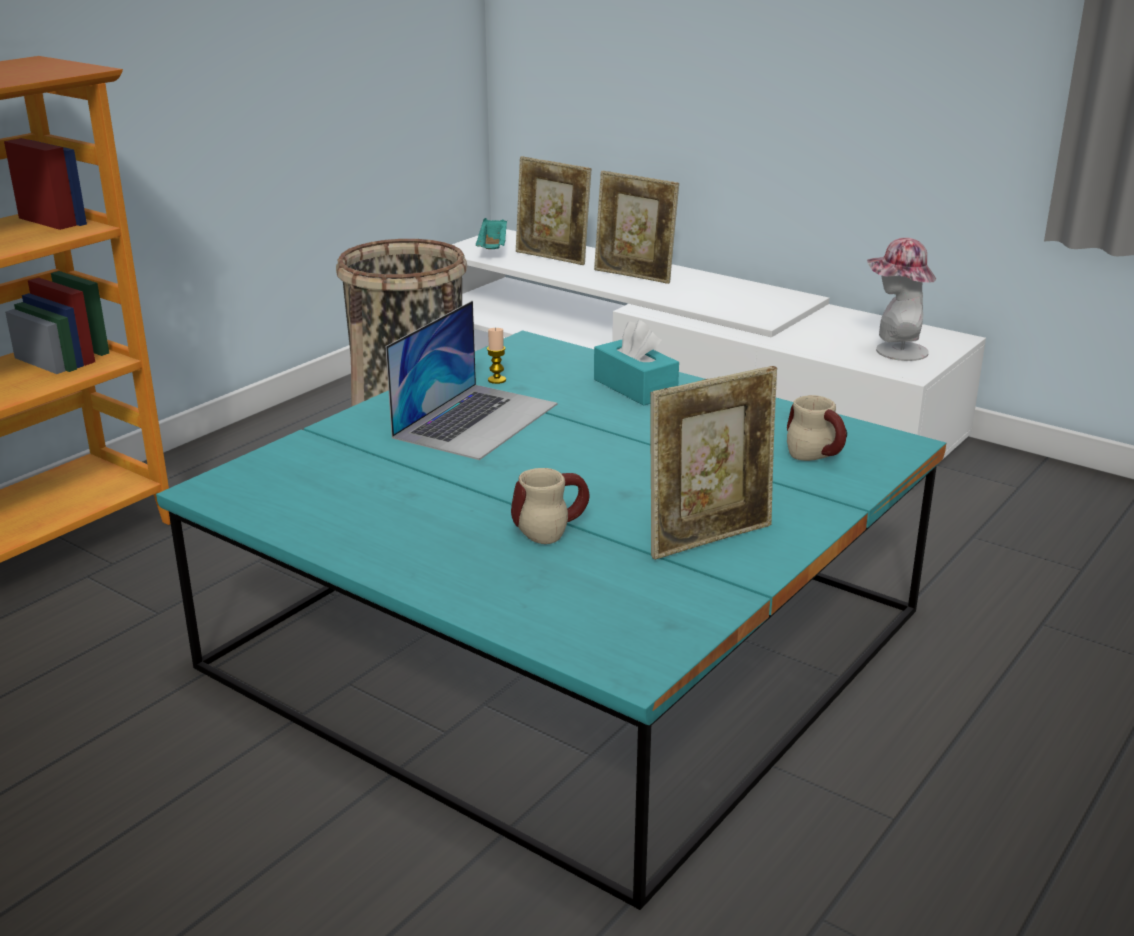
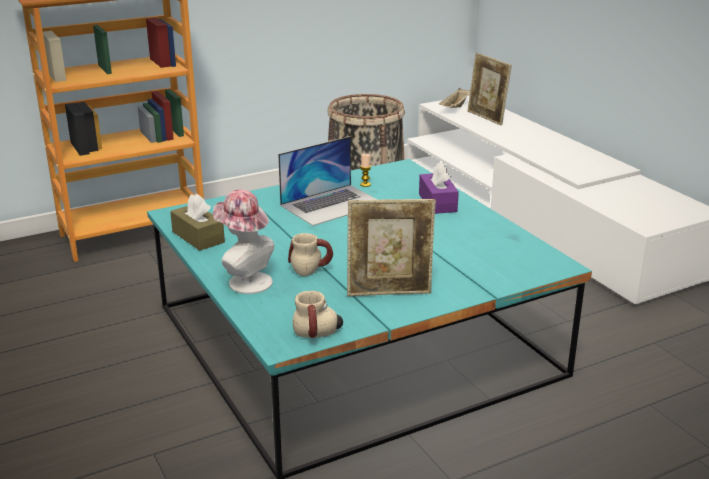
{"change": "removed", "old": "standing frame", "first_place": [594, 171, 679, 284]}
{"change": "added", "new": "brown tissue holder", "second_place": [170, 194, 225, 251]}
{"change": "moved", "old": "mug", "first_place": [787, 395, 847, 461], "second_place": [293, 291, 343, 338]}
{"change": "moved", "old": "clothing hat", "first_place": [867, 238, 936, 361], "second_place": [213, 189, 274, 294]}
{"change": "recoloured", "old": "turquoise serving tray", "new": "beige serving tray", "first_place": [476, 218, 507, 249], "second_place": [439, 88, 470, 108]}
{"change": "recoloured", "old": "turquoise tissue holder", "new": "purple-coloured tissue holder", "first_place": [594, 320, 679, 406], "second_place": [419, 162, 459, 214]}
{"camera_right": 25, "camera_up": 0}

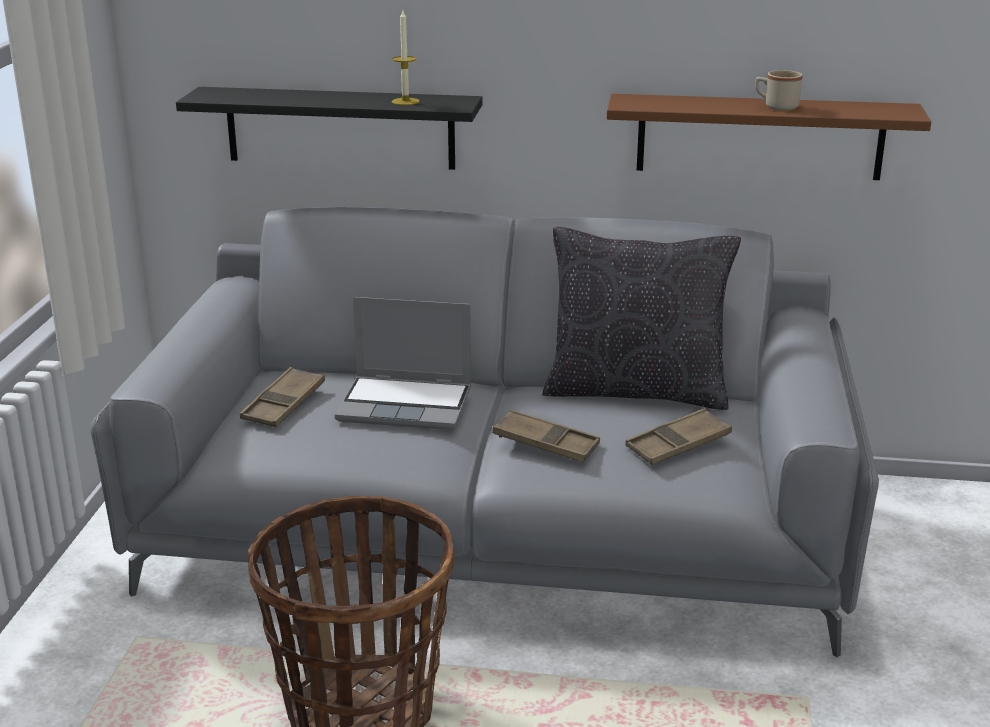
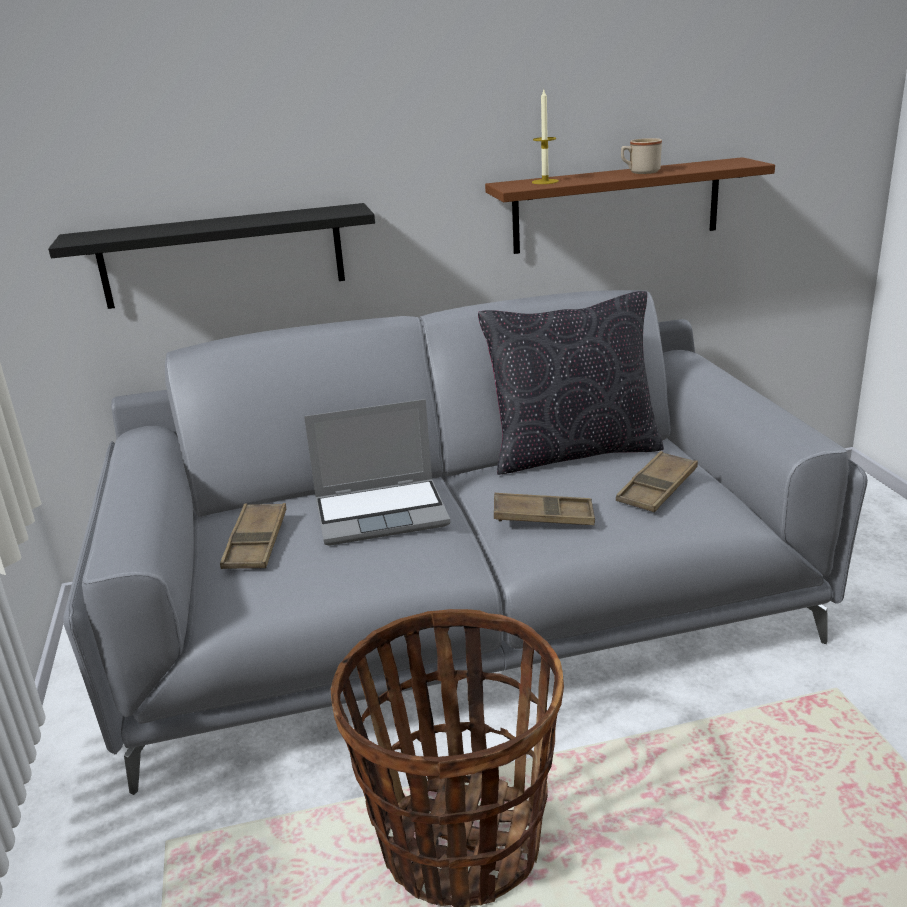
{"change": "moved", "old": "wax light", "first_place": [392, 11, 420, 105], "second_place": [532, 90, 559, 184]}
{"camera_right": -20, "camera_up": 0}

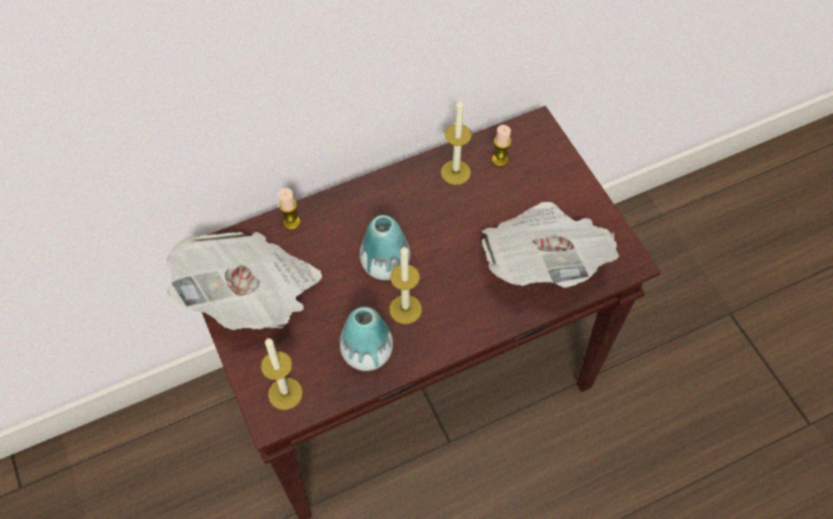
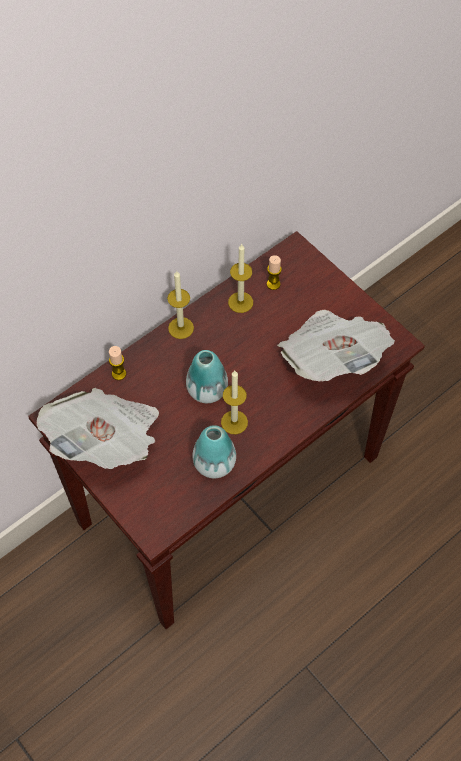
{"change": "moved", "old": "wax light", "first_place": [261, 338, 303, 410], "second_place": [167, 271, 194, 339]}
{"camera_right": -15, "camera_up": 0}

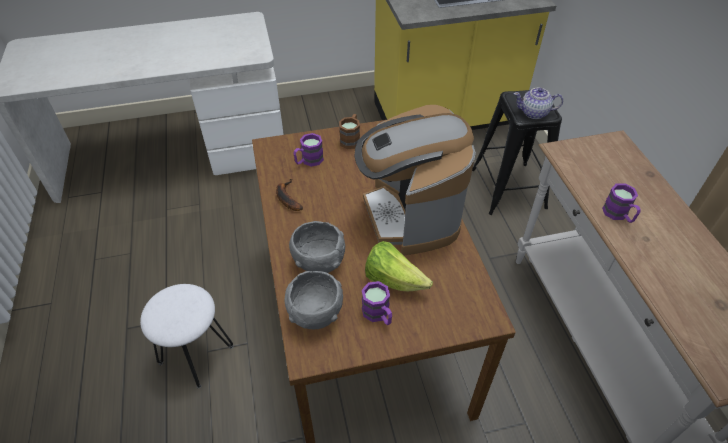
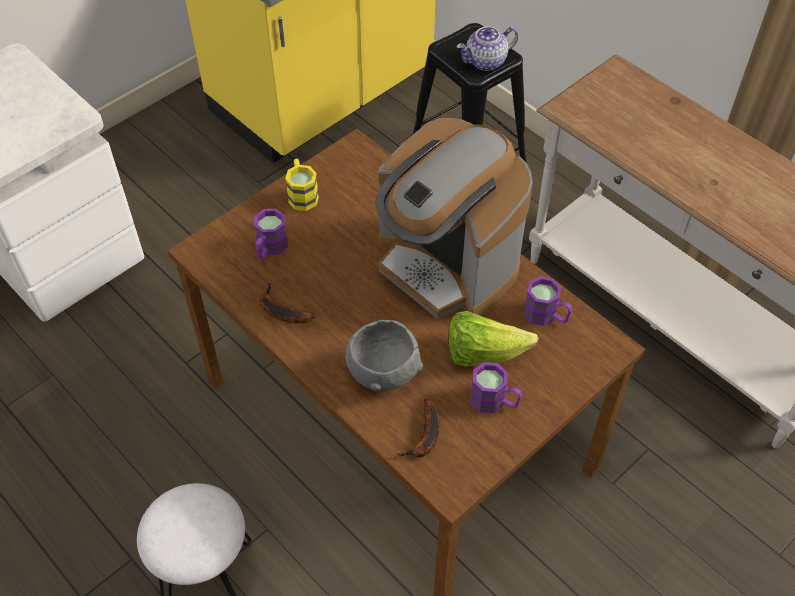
{"change": "moved", "old": "purple-coloured mug", "first_place": [602, 183, 641, 223], "second_place": [524, 276, 572, 326]}
{"change": "replaced", "old": "greyish deep dish", "new": "whole banana", "first_place": [285, 271, 343, 329], "second_place": [396, 399, 440, 458]}
{"change": "recoloured", "old": "brown mug", "new": "yellowish mug", "first_place": [339, 114, 360, 149], "second_place": [285, 159, 319, 211]}
{"camera_right": -30, "camera_up": 5}

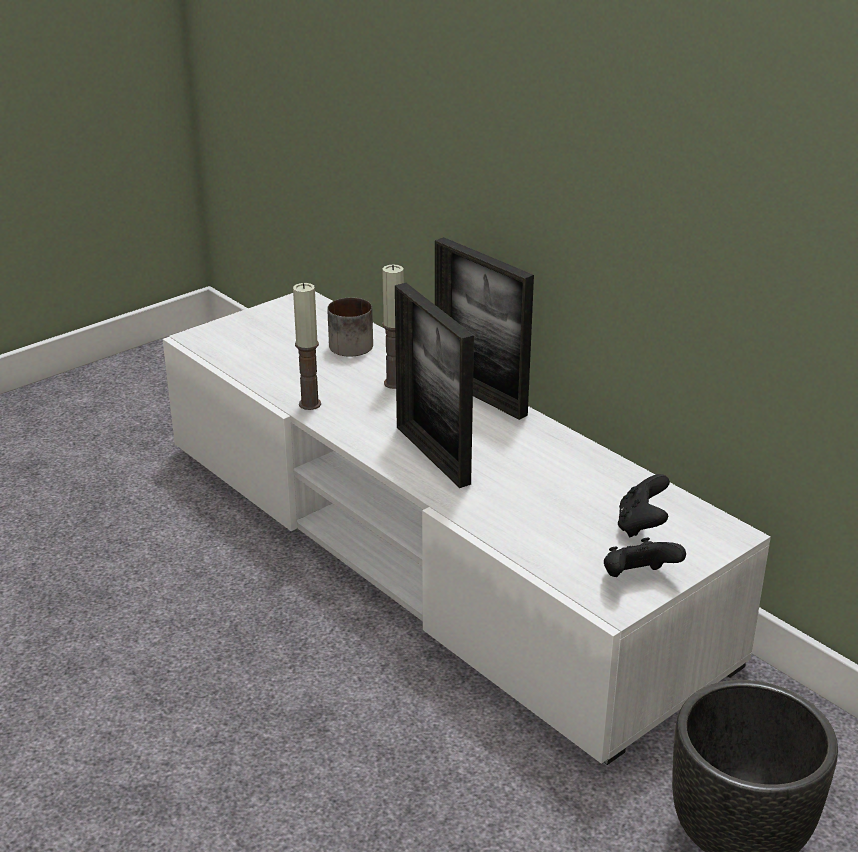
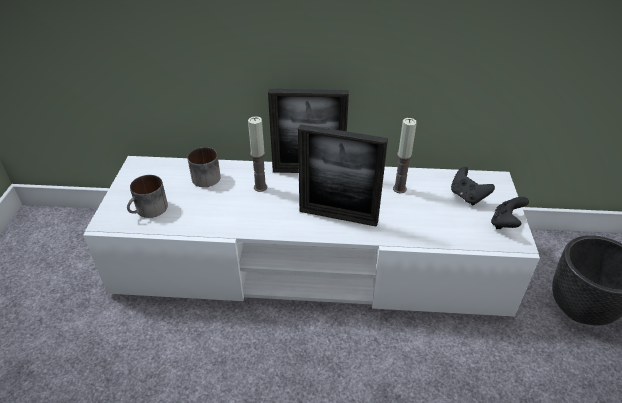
{"change": "added", "new": "mug", "second_place": [127, 175, 168, 218]}
{"change": "moved", "old": "wax light", "first_place": [293, 283, 321, 410], "second_place": [393, 118, 417, 193]}
{"camera_right": -45, "camera_up": 10}

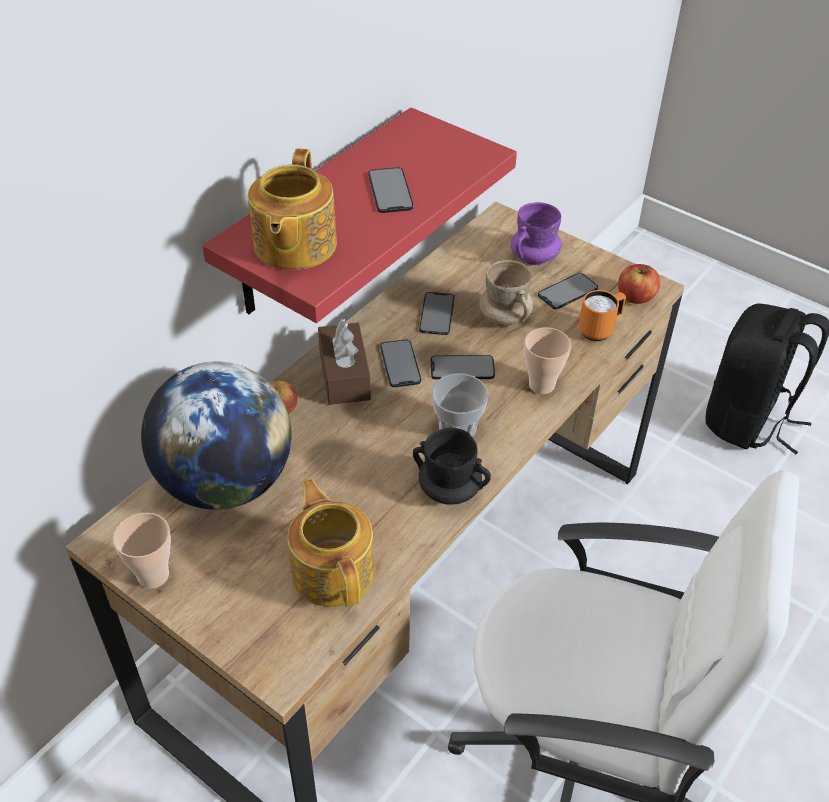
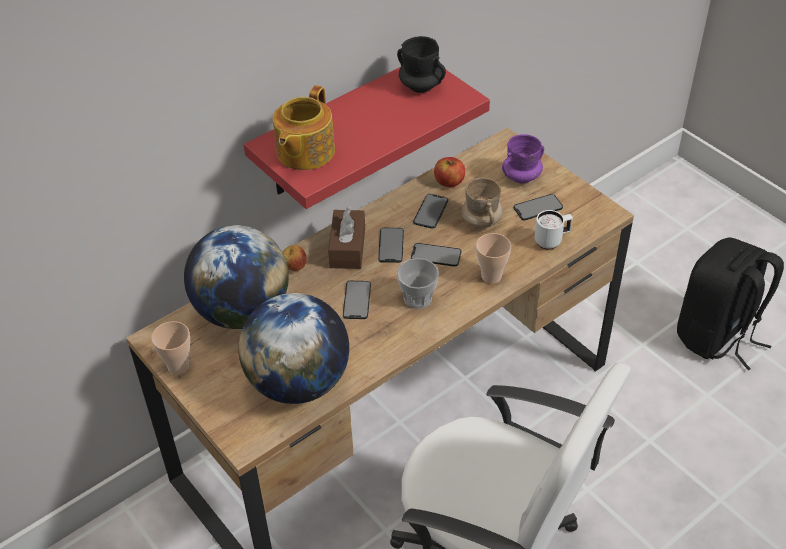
{"change": "moved", "old": "handset", "first_place": [368, 167, 413, 213], "second_place": [343, 281, 371, 319]}
{"change": "moved", "old": "black-coloured mug", "first_place": [413, 428, 491, 505], "second_place": [397, 36, 446, 93]}
{"change": "moved", "old": "whole apple", "first_place": [618, 264, 660, 304], "second_place": [434, 157, 465, 187]}
{"change": "replaced", "old": "pot for tea", "new": "desk globe", "first_place": [287, 479, 374, 607], "second_place": [238, 293, 349, 404]}
{"change": "recoloured", "old": "orange-coloured mug", "new": "white-coloured mug", "first_place": [579, 290, 626, 341], "second_place": [534, 210, 573, 250]}
{"camera_right": 15, "camera_up": 0}

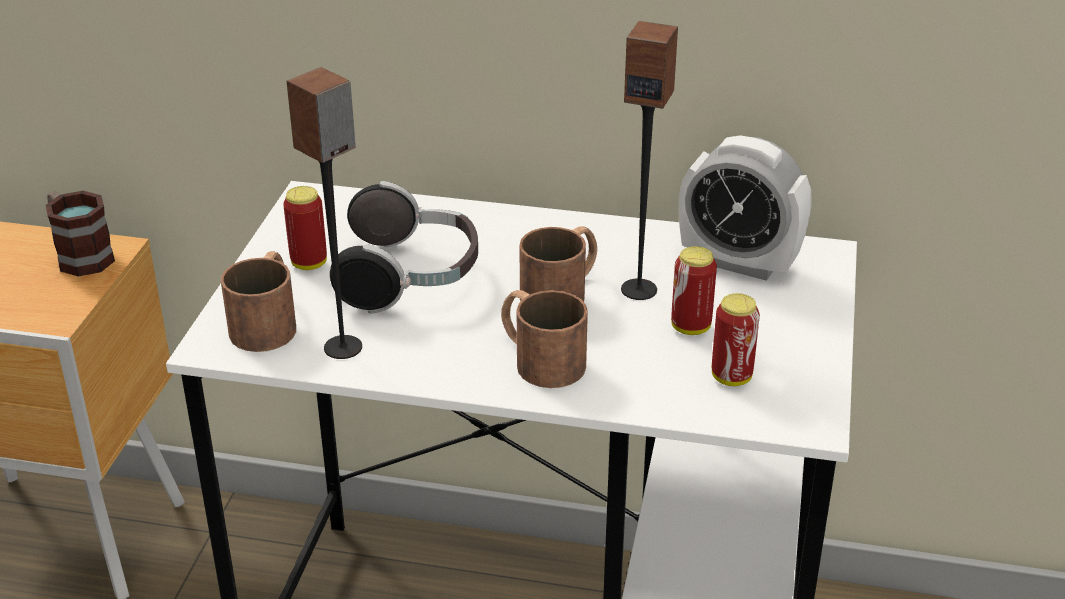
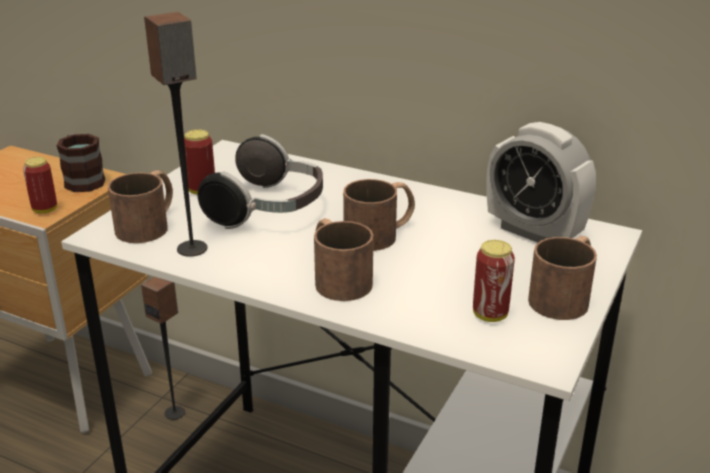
{"change": "added", "new": "brown mug", "second_place": [528, 236, 597, 320]}
{"change": "moved", "old": "speaker", "first_place": [621, 21, 678, 300], "second_place": [141, 277, 185, 420]}
{"change": "moved", "old": "sealed can", "first_place": [671, 246, 717, 335], "second_place": [23, 157, 57, 214]}
{"camera_right": 15, "camera_up": -5}

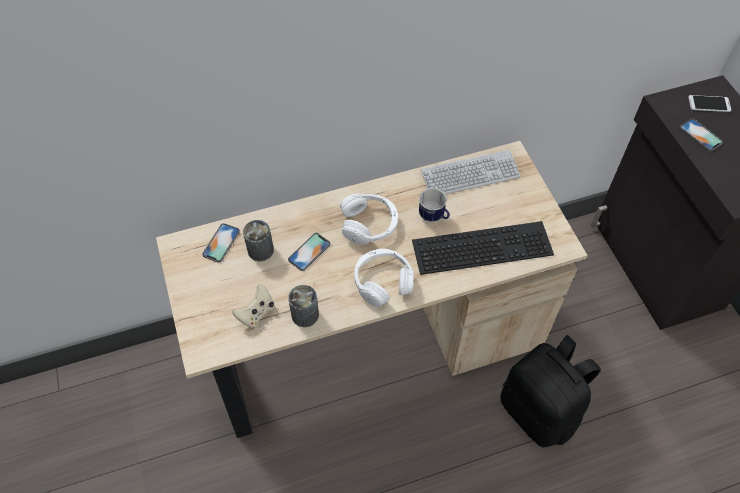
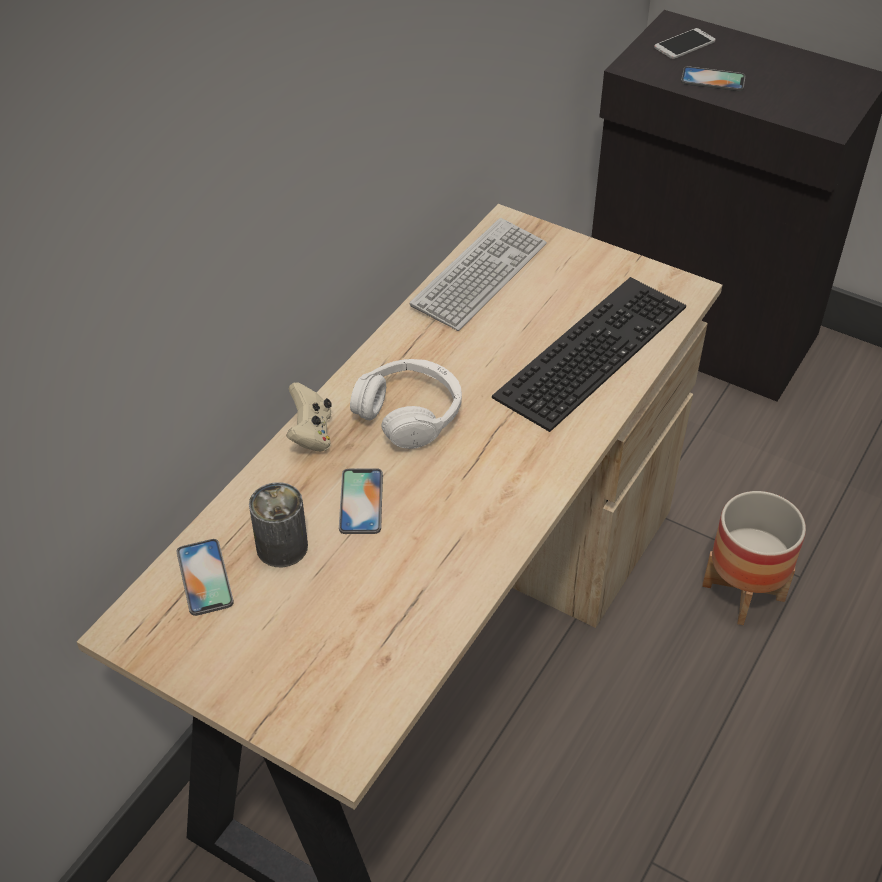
{"change": "removed", "old": "sealed can", "first_place": [288, 285, 319, 327]}
{"change": "removed", "old": "white-coloured headphones", "first_place": [354, 249, 414, 307]}
{"change": "removed", "old": "mug", "first_place": [419, 188, 450, 222]}
{"change": "moved", "old": "beige game controller", "first_place": [232, 284, 275, 329], "second_place": [286, 382, 332, 452]}
{"change": "replaced", "old": "black-coloured rucksack", "new": "flower pot", "first_place": [500, 335, 601, 447], "second_place": [702, 491, 806, 625]}
{"camera_right": -40, "camera_up": -10}

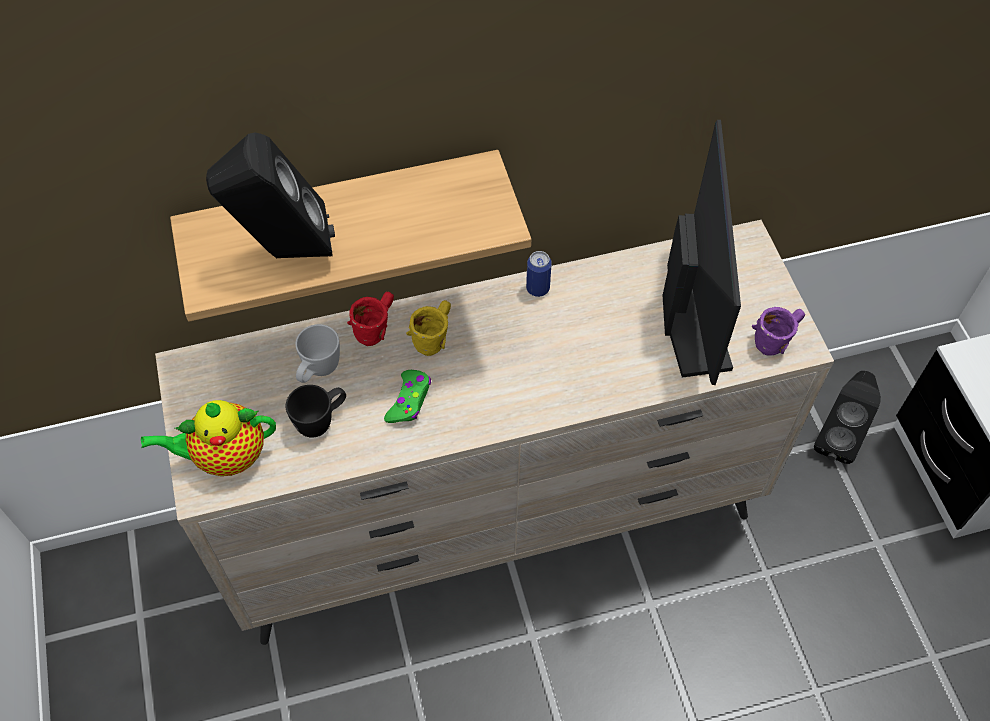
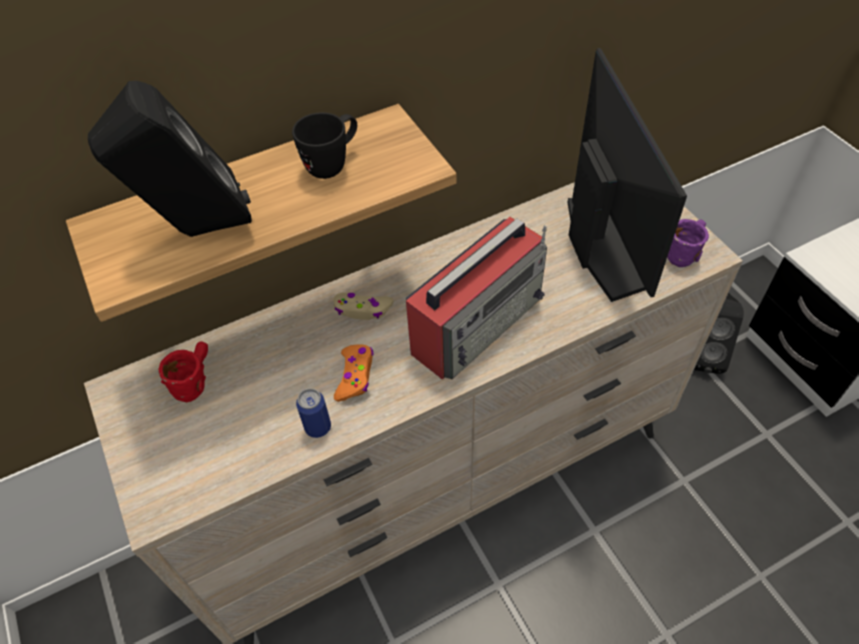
{"change": "removed", "old": "pot for tea", "first_place": [141, 400, 276, 476]}
{"change": "removed", "old": "white-coloured mug", "first_place": [295, 324, 340, 383]}
{"change": "added", "new": "radio", "second_place": [406, 217, 547, 380]}
{"change": "moved", "old": "black-coloured mug", "first_place": [286, 385, 346, 438], "second_place": [292, 112, 357, 179]}
{"change": "moved", "old": "red-coloured mug", "first_place": [347, 292, 394, 346], "second_place": [158, 341, 208, 402]}
{"change": "moved", "old": "sealed can", "first_place": [526, 251, 552, 297], "second_place": [296, 388, 331, 438]}
{"change": "replaced", "old": "yellowish mug", "new": "beige game controller", "first_place": [406, 300, 451, 356], "second_place": [334, 293, 394, 320]}
{"change": "recoloured", "old": "green-coloured game controller", "new": "orange-coloured game controller", "first_place": [384, 370, 431, 423], "second_place": [334, 344, 374, 402]}
{"camera_right": -10, "camera_up": -5}

